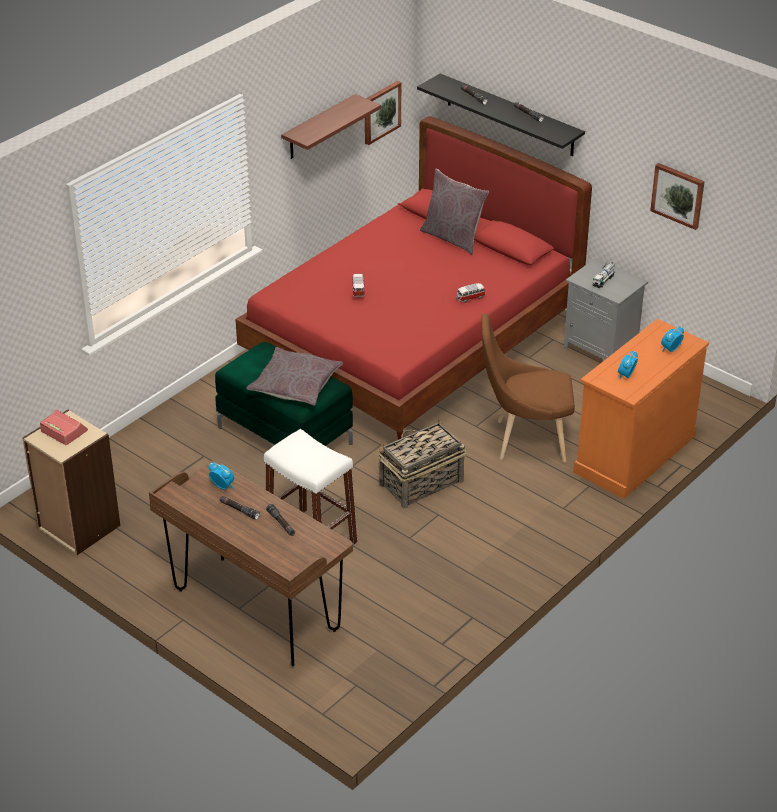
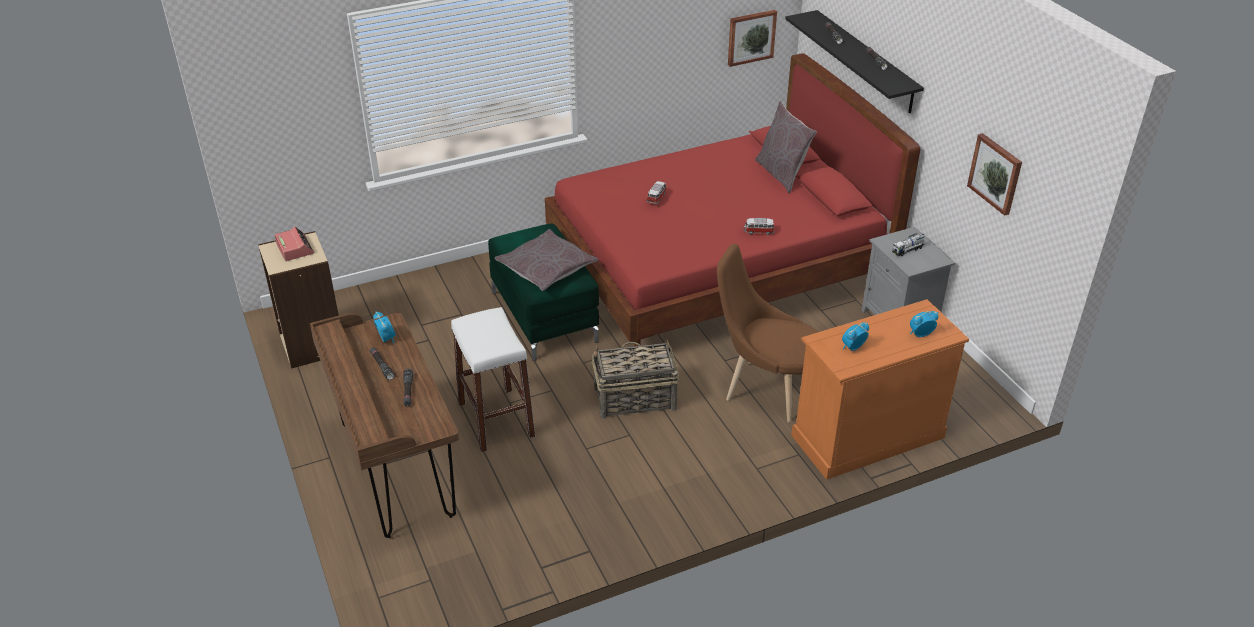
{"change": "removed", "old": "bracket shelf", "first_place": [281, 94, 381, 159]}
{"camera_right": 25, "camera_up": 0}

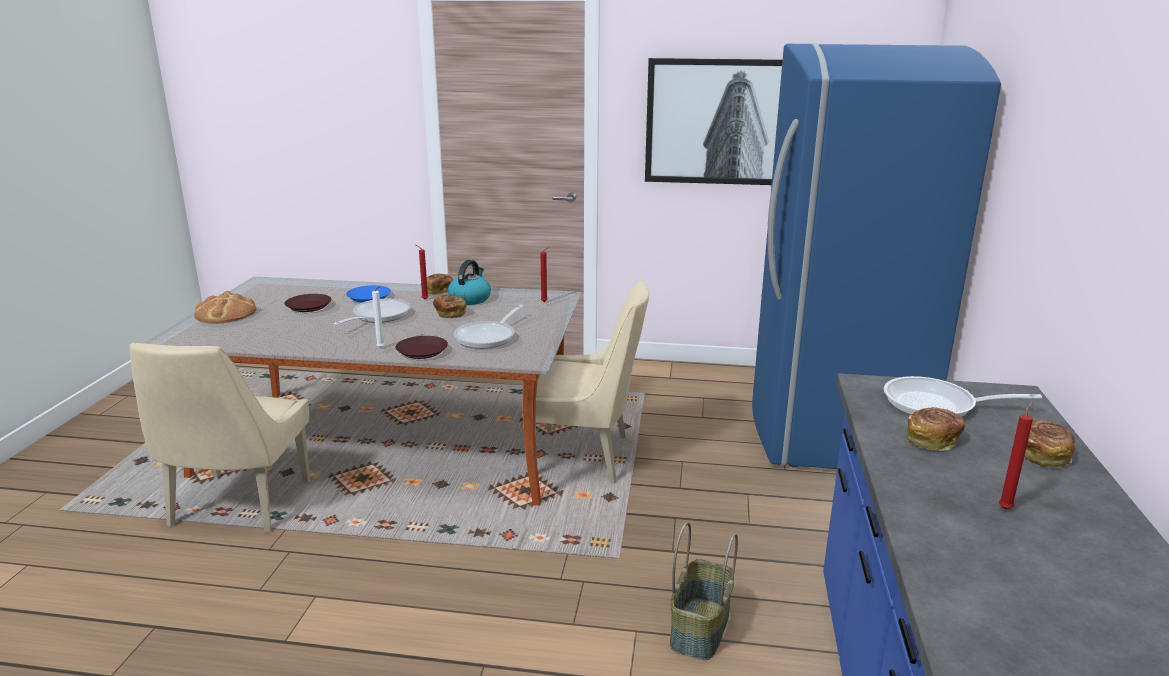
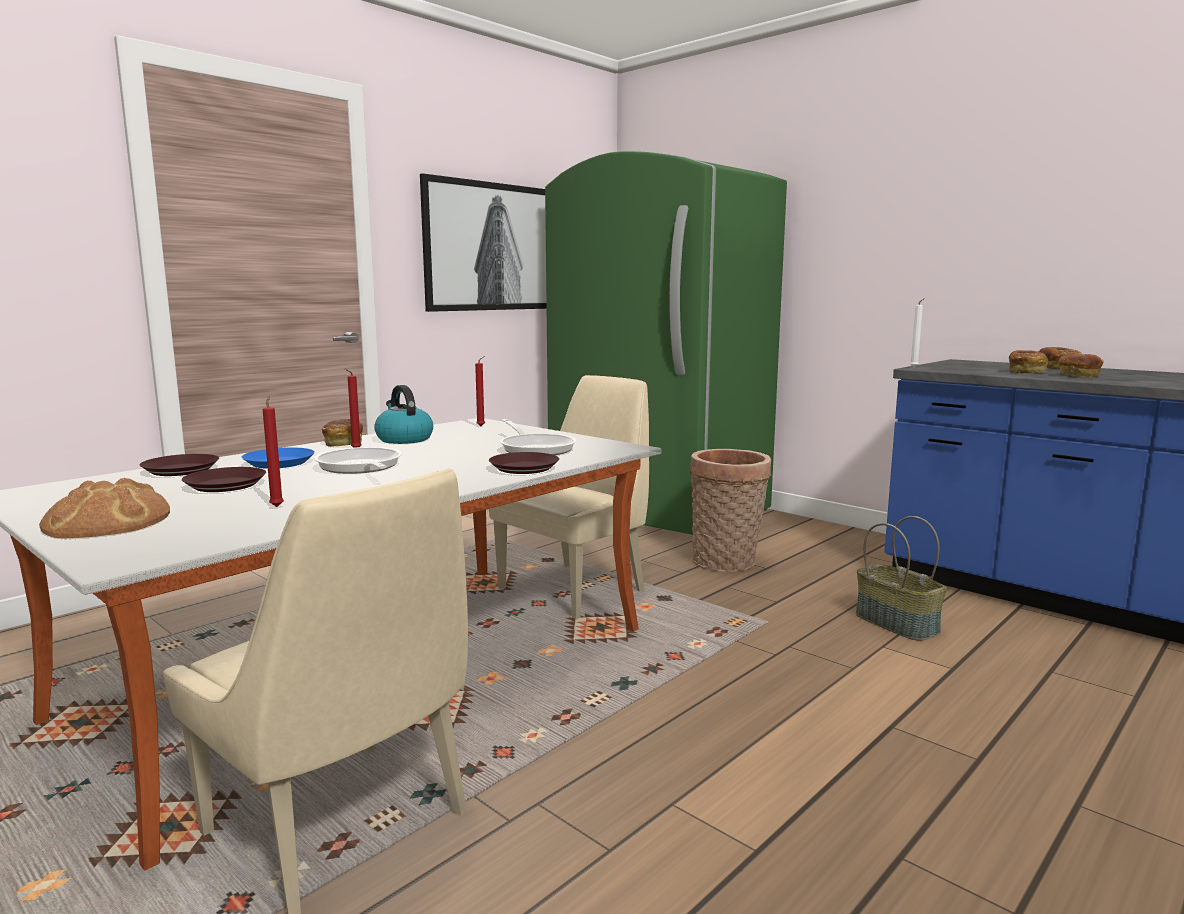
{"change": "removed", "old": "pan", "first_place": [884, 376, 1042, 417]}
{"change": "added", "new": "brown flat dish", "second_place": [140, 454, 219, 476]}
{"change": "added", "new": "household basket", "second_place": [690, 449, 771, 572]}
{"change": "moved", "old": "white-coloured wax light", "first_place": [372, 286, 385, 348], "second_place": [910, 298, 925, 367]}
{"change": "moved", "old": "bread", "first_place": [433, 295, 466, 318], "second_place": [1058, 353, 1104, 378]}
{"change": "moved", "old": "red-coloured wax light", "first_place": [999, 402, 1033, 509], "second_place": [263, 396, 284, 507]}
{"change": "recoloured", "old": "blue kitchen fridge", "new": "green-coloured kitchen fridge", "first_place": [752, 43, 1001, 469], "second_place": [545, 151, 787, 535]}
{"camera_right": -55, "camera_up": -10}

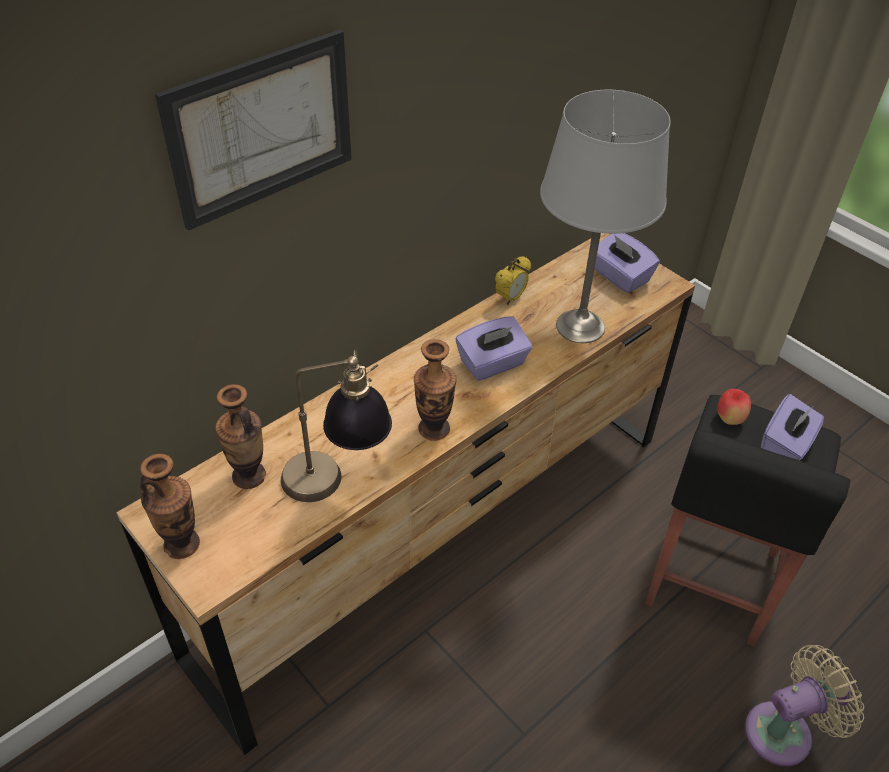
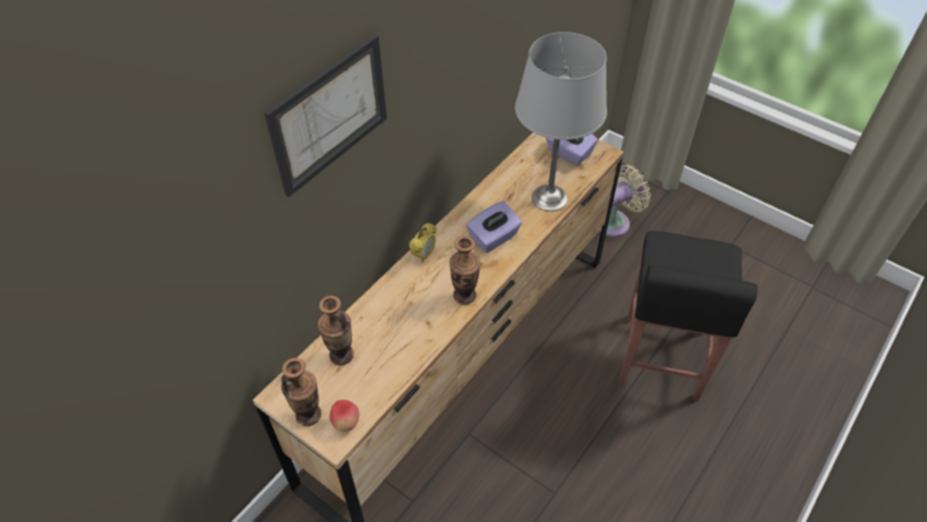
{"change": "removed", "old": "tabletop lamp", "first_place": [281, 350, 392, 502]}
{"change": "removed", "old": "purple-coloured tissue holder", "first_place": [761, 394, 824, 460]}
{"change": "moved", "old": "table clock", "first_place": [495, 256, 531, 305], "second_place": [409, 223, 436, 262]}
{"change": "moved", "old": "whole apple", "first_place": [717, 389, 751, 425], "second_place": [329, 400, 359, 432]}
{"change": "moved", "old": "beige fan", "first_place": [745, 645, 865, 766], "second_place": [598, 165, 651, 237]}
{"camera_right": -10, "camera_up": 5}

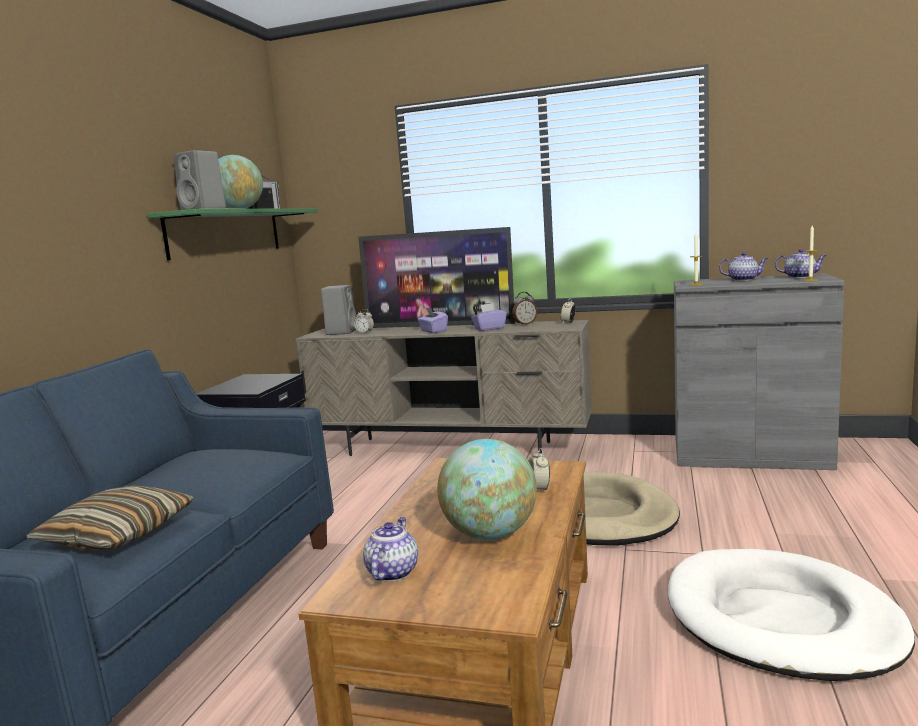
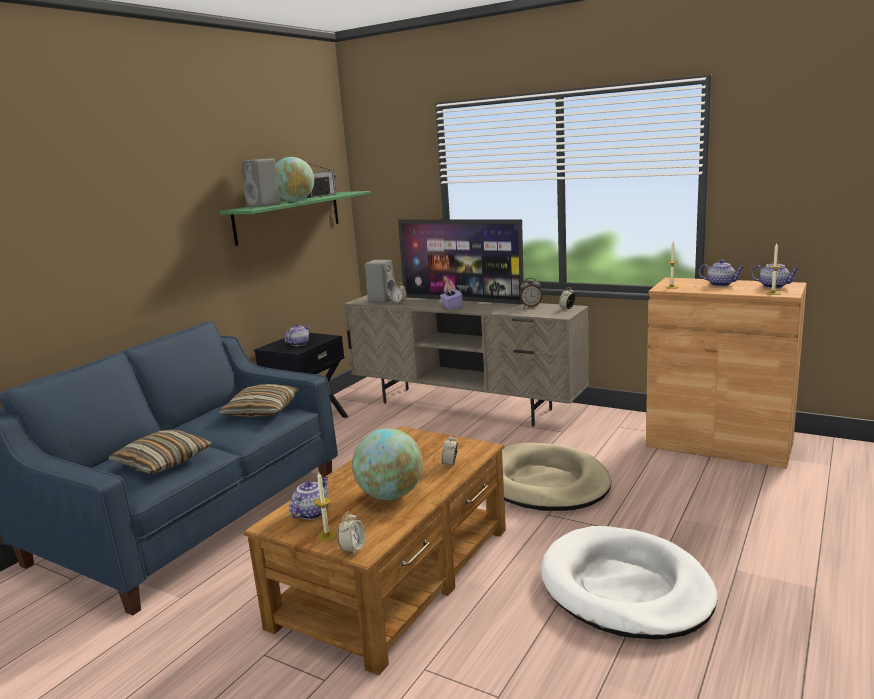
{"change": "removed", "old": "purple-coloured tissue holder", "first_place": [471, 303, 507, 331]}
{"change": "added", "new": "throw pillow", "second_place": [218, 384, 299, 417]}
{"change": "added", "new": "pot for tea", "second_place": [285, 324, 310, 346]}
{"change": "added", "new": "wax light", "second_place": [314, 472, 337, 541]}
{"change": "added", "new": "table clock", "second_place": [338, 511, 365, 556]}
{"change": "recoloured", "old": "greyish cabinet", "new": "brown cabinet", "first_place": [674, 273, 844, 470], "second_place": [646, 278, 807, 469]}
{"camera_right": 15, "camera_up": 5}

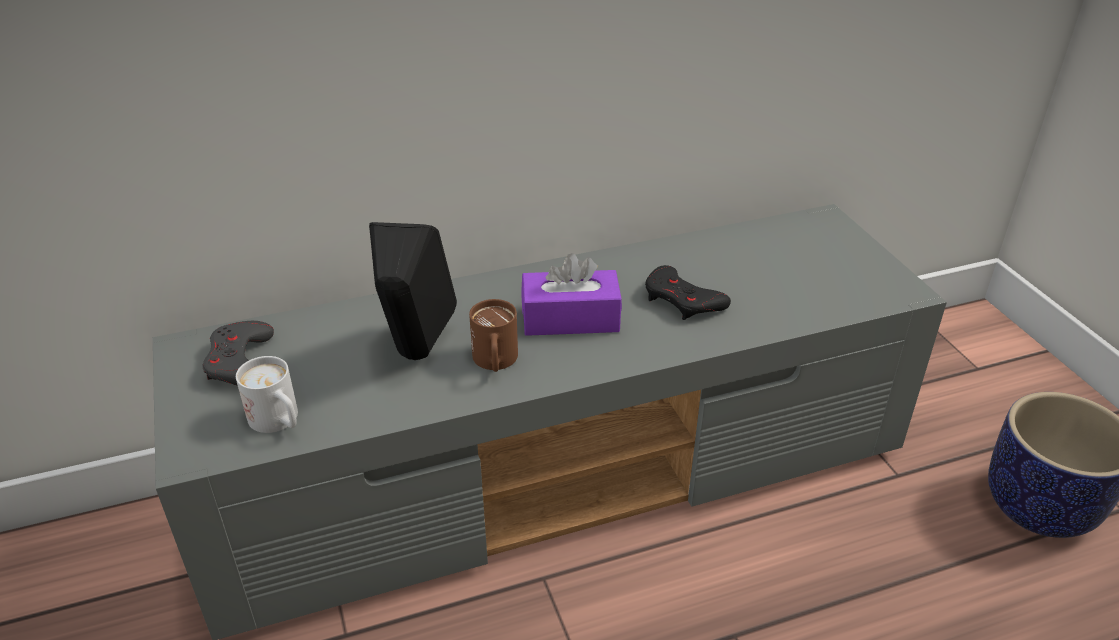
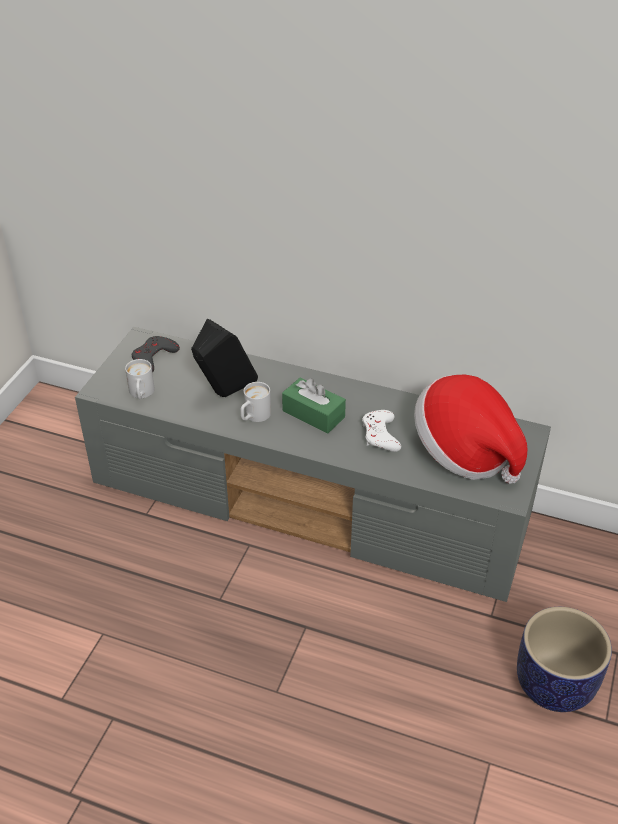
{"change": "added", "new": "clothing hat", "second_place": [414, 375, 528, 484]}
{"change": "recoloured", "old": "brown mug", "new": "white-coloured mug", "first_place": [469, 299, 518, 372], "second_place": [240, 382, 271, 422]}
{"change": "recoloured", "old": "purple-coloured tissue holder", "new": "green-coloured tissue holder", "first_place": [521, 253, 622, 336], "second_place": [282, 377, 346, 434]}
{"change": "recoloured", "old": "black-coloured game controller", "new": "white-coloured game controller", "first_place": [645, 265, 731, 320], "second_place": [362, 410, 401, 452]}
{"camera_right": 40, "camera_up": 5}

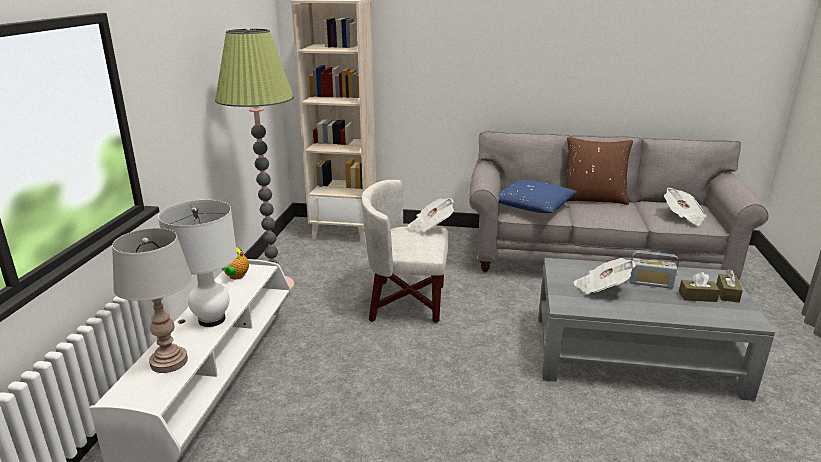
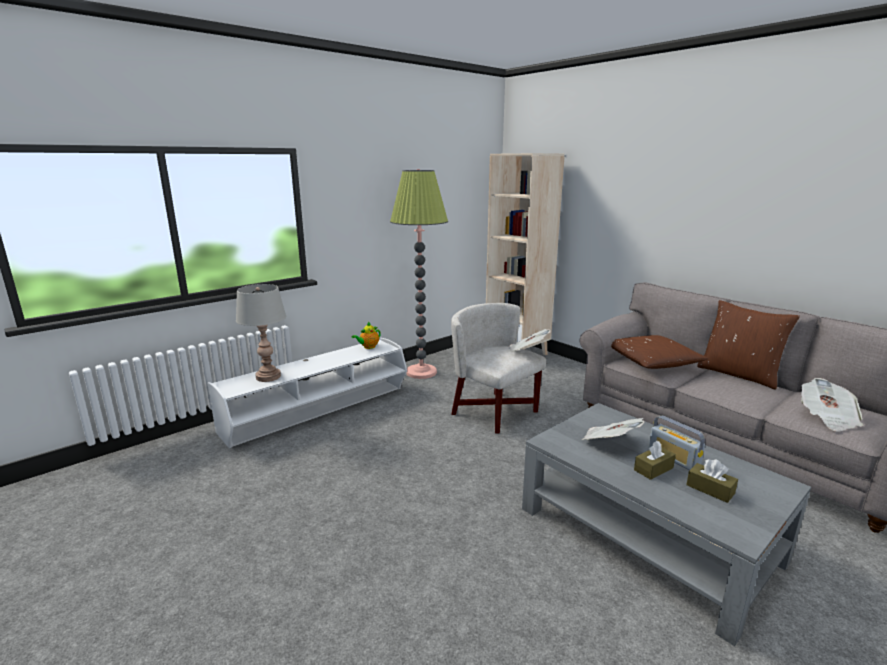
{"change": "removed", "old": "white-coloured tabletop lamp", "first_place": [158, 200, 237, 327]}
{"change": "moved", "old": "brown tissue holder", "first_place": [716, 269, 743, 303], "second_place": [634, 441, 676, 480]}
{"change": "recoloured", "old": "blue throw pillow", "new": "brown throw pillow", "first_place": [499, 180, 577, 213], "second_place": [611, 335, 708, 369]}
{"camera_right": 40, "camera_up": -5}

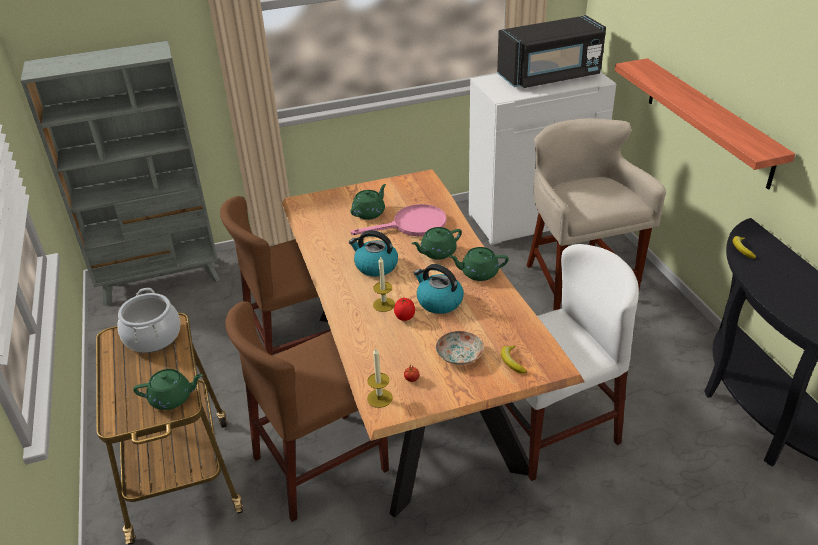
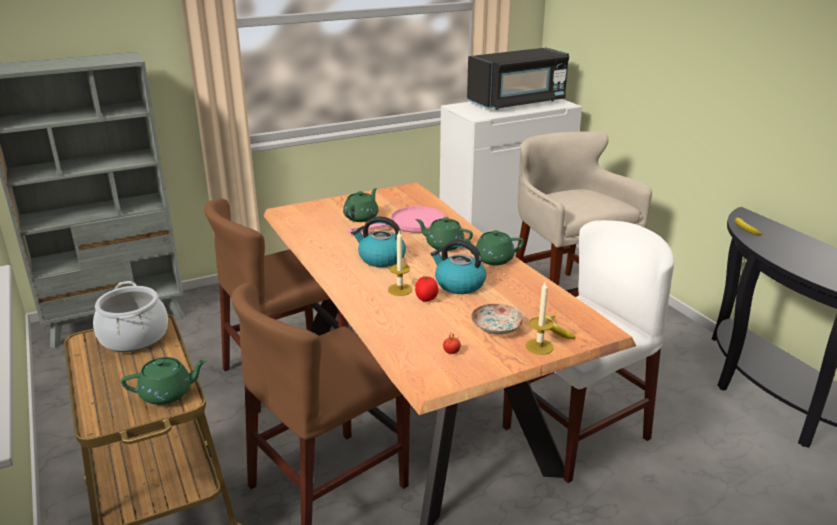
{"change": "removed", "old": "bracket shelf", "first_place": [615, 58, 795, 190]}
{"change": "moved", "old": "wax light", "first_place": [367, 347, 393, 408], "second_place": [526, 281, 554, 355]}
{"change": "turned", "old": "green-coloured pot for tea", "first_place": [411, 227, 462, 260], "second_place": [415, 217, 473, 251], "degrees": 60}
{"camera_right": -10, "camera_up": -10}

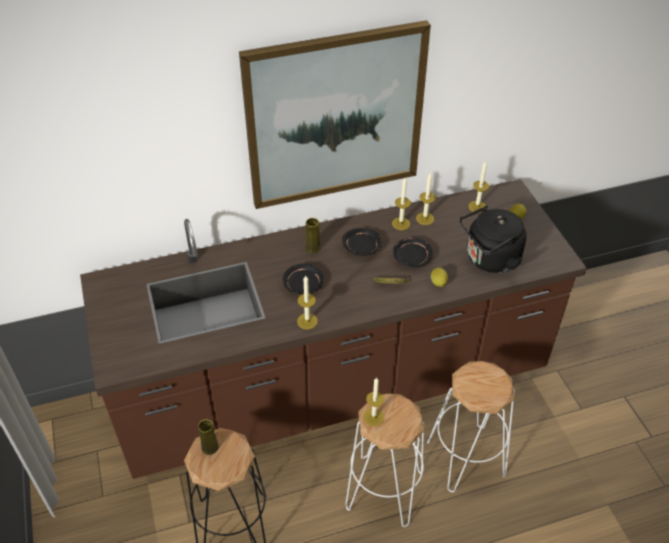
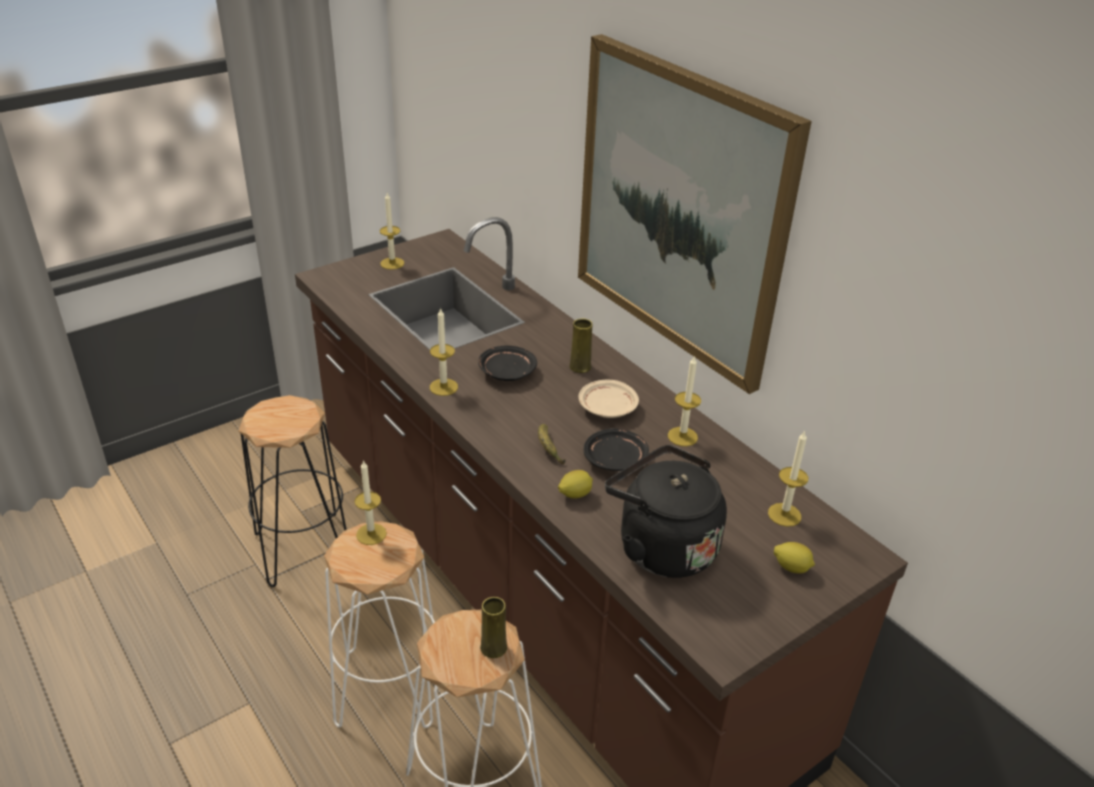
{"change": "moved", "old": "yellowish flower vase", "first_place": [198, 420, 219, 455], "second_place": [480, 597, 507, 658]}
{"change": "moved", "old": "wax light", "first_place": [416, 173, 435, 225], "second_place": [380, 193, 404, 270]}
{"change": "recoloured", "old": "black-coloured flat dish", "new": "beige flat dish", "first_place": [342, 228, 382, 256], "second_place": [579, 380, 639, 418]}
{"camera_right": 70, "camera_up": -10}

